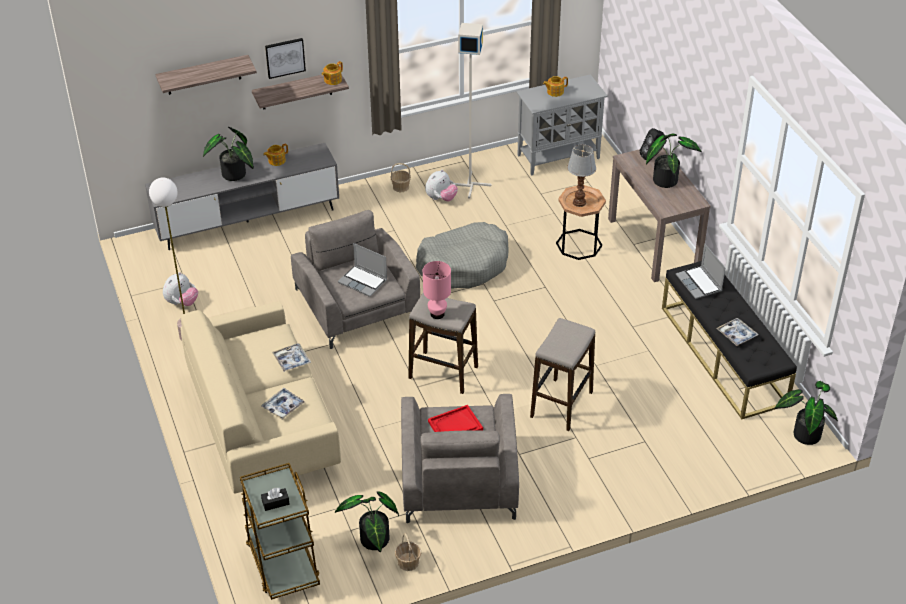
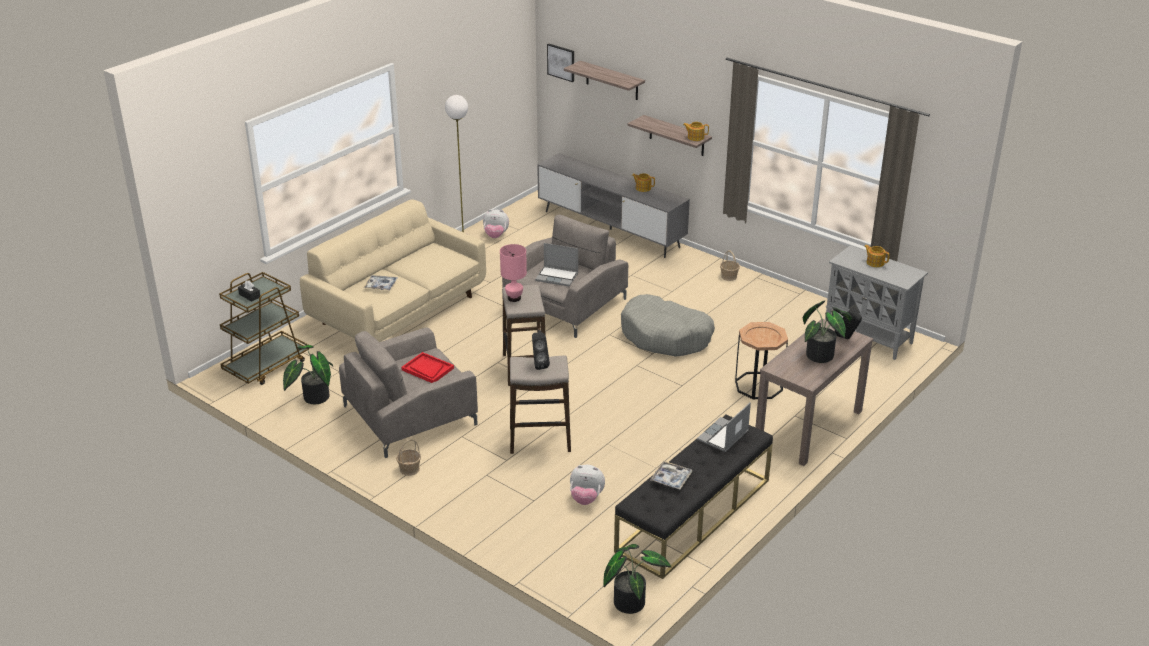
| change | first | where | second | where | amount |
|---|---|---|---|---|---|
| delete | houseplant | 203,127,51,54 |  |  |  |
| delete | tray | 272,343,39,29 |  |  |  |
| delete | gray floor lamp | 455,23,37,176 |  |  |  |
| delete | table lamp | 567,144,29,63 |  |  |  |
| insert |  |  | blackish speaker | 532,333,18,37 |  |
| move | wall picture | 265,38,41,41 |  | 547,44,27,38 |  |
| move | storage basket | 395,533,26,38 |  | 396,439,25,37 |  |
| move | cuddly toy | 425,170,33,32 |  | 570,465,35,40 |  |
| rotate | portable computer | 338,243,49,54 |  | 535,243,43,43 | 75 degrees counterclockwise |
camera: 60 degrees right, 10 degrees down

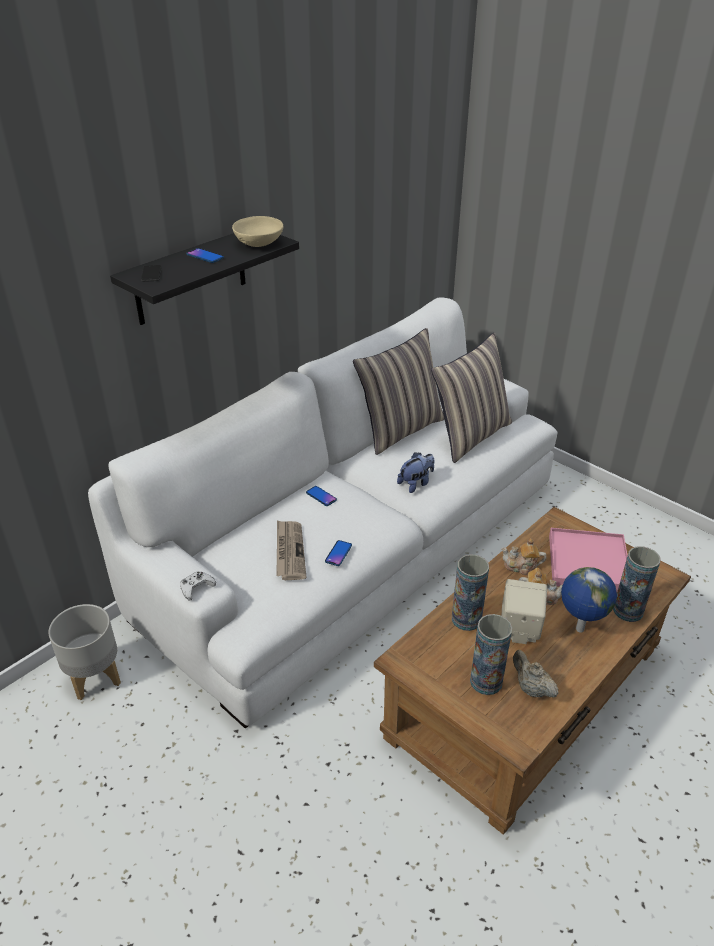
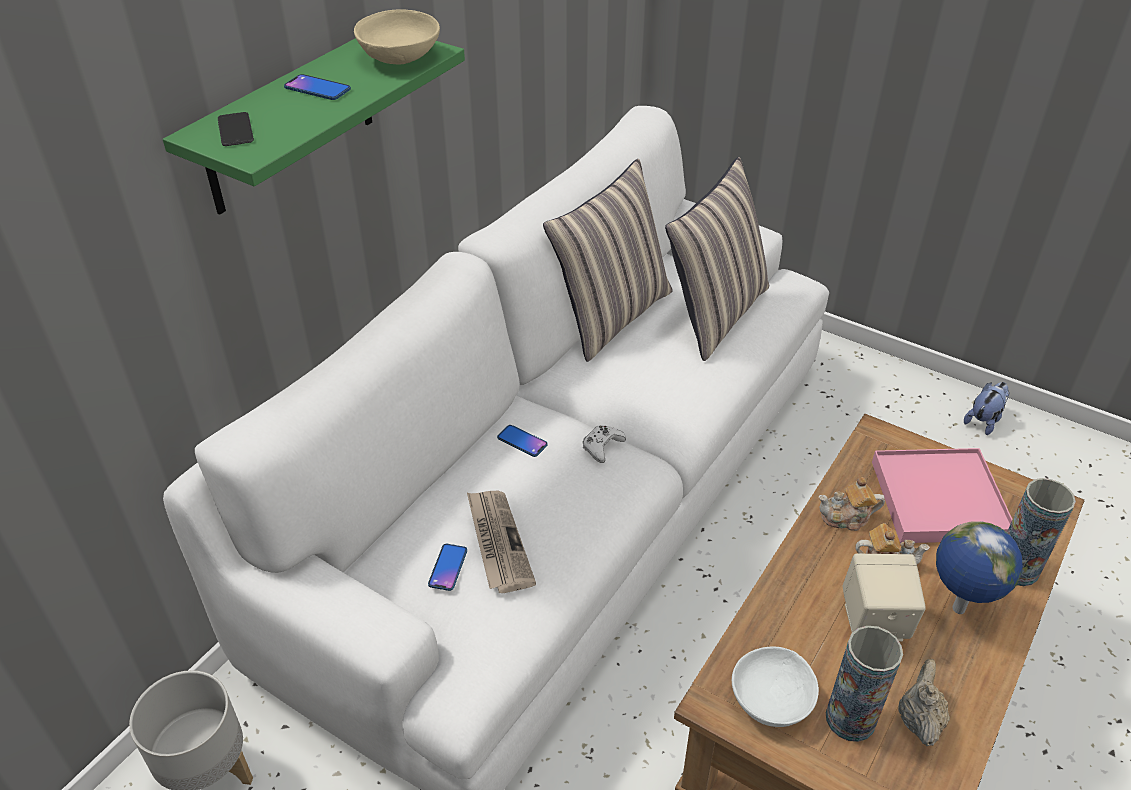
| change | first | where | second | where | amount |
|---|---|---|---|---|---|
| delete | vase | 452,554,37,77 |  |  |  |
| insert |  |  | white-coloured serving bowl | 732,647,87,80 |  |
| move | white-coloured game controller | 180,571,36,30 |  | 583,425,43,38 |  |
| move | phone | 325,540,27,26 |  | 428,544,39,47 |  |
| move | cuddly toy | 397,452,37,41 |  | 964,382,46,53 |  |
| recolor | blackish bracket shelf | 110,233,189,92 | green bracket shelf | 163,38,302,177 |  |
| rotate | beige-coloured teapot | 513,650,46,47 |  | 898,659,52,87 | 60 degrees clockwise |
camera: 10 degrees left, 5 degrees up

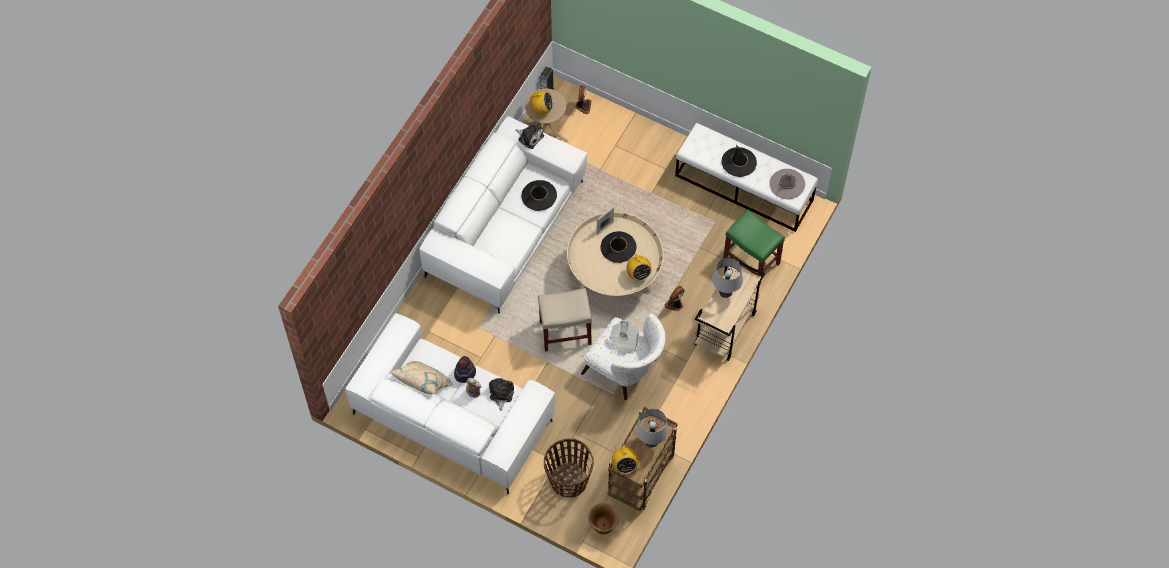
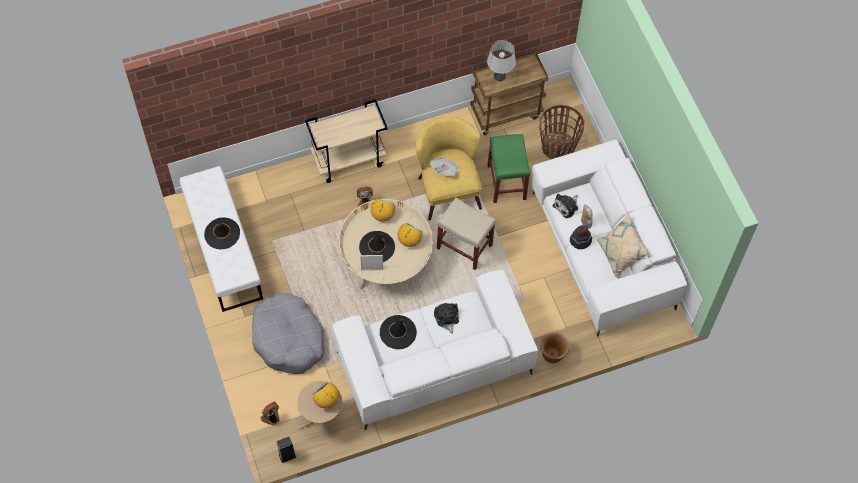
| change | first | where | second | where | amount |
|---|---|---|---|---|---|
| delete | gray table lamp | 712,258,31,40 |  |  |  |
| delete | gray hat | 769,169,36,30 |  |  |  |
| insert |  |  | gray dog cushion | 252,292,73,82 |  |
| move | cuddly toy | 515,123,29,26 |  | 434,303,25,31 |  |
| move | brownish planter | 588,503,31,32 |  | 540,332,29,31 |  |
| move | radio receiver | 612,444,27,30 |  | 398,223,24,24 |  |
| move | green stool | 723,210,62,74 |  | 487,134,43,69 |  |
| recolor | white-coloured lounge chair | 581,313,85,87 | yellow lounge chair | 416,117,66,103 |  |
camera: 140 degrees left, 0 degrees up

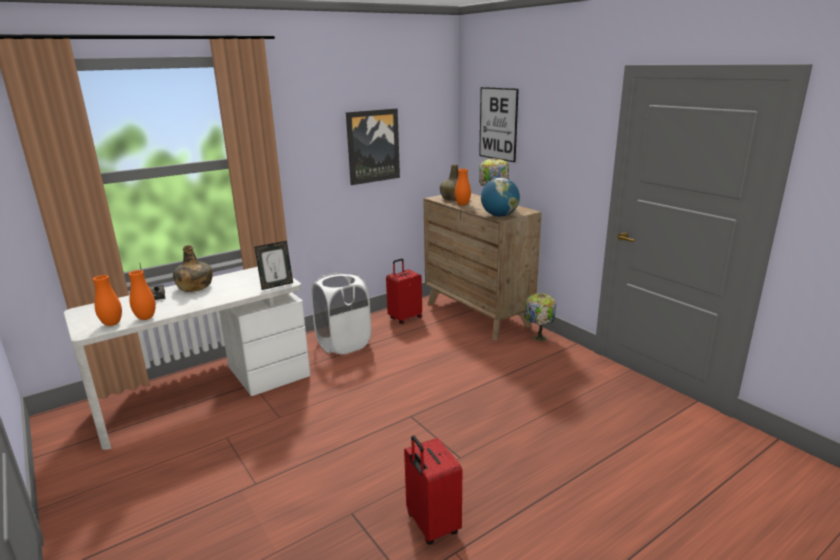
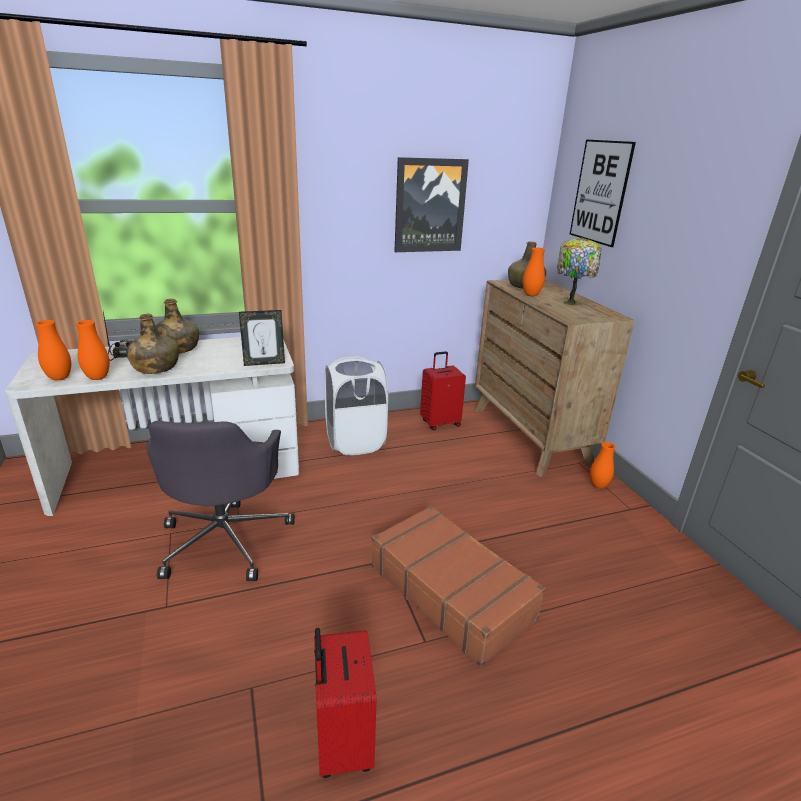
| change | first | where | second | where | amount |
|---|---|---|---|---|---|
| delete | desk globe | 481,178,39,39 |  |  |  |
| insert |  |  | green bottle | 126,314,53,60 |  |
| insert |  |  | gray desk chair | 146,421,149,160 |  |
| insert |  |  | brownish travel case | 371,506,175,161 |  |
| replace | table lamp | 524,293,32,49 | orange vase | 590,442,25,46 |  |
camera: 15 degrees right, 5 degrees up

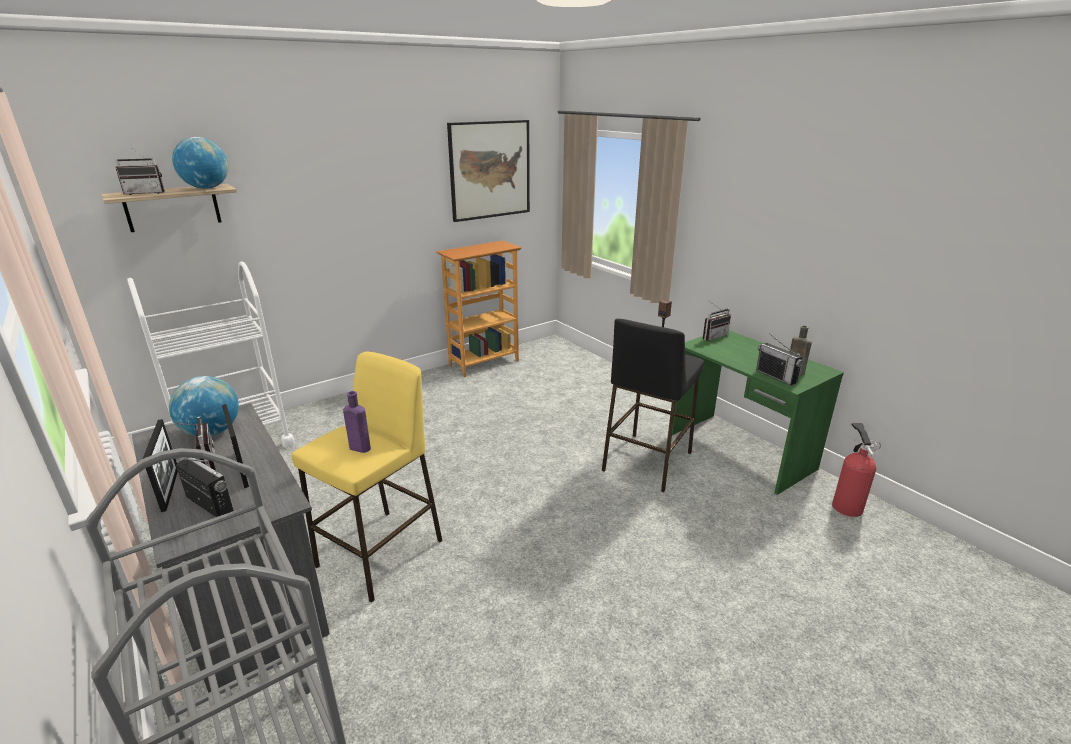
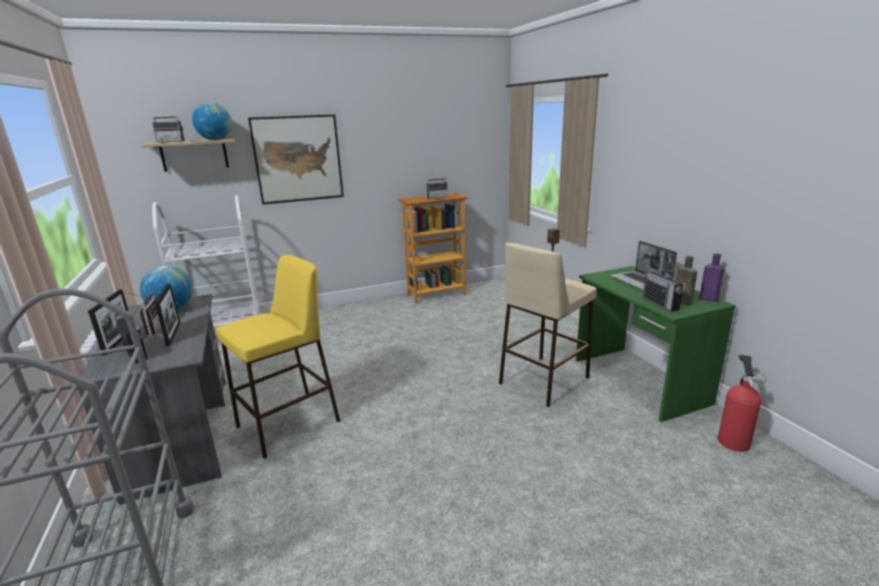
| change | first | where | second | where | amount |
|---|---|---|---|---|---|
| insert |  |  | portable computer | 610,241,67,49 |  |
| move | purplish bottle | 343,391,28,62 |  | 699,253,25,49 |  |
| move | wall picture | 447,120,83,102 |  | 248,114,96,91 |  |
| move | radio receiver | 703,302,28,39 |  | 427,173,21,27 |  |
| recolor | blackish stool | 602,319,102,173 | beige-coloured stool | 499,243,98,164 |  |
camera: 15 degrees right, 5 degrees down

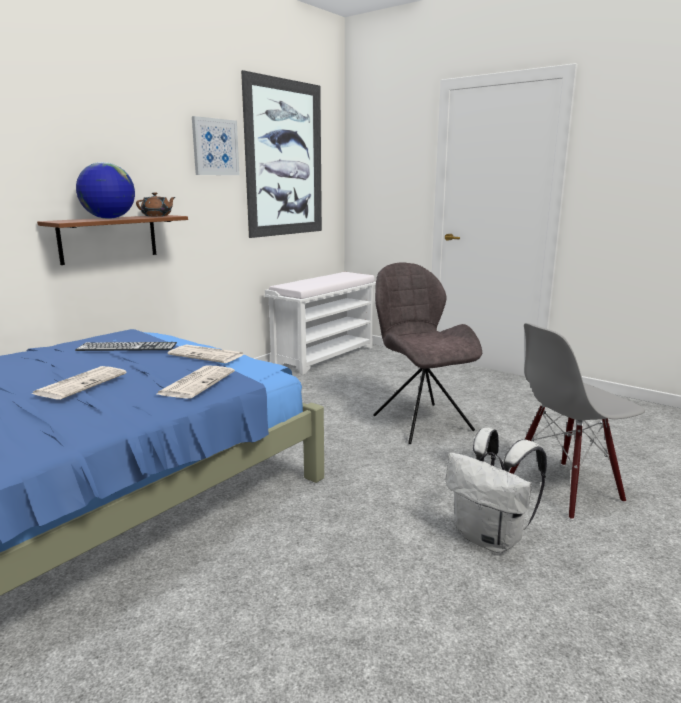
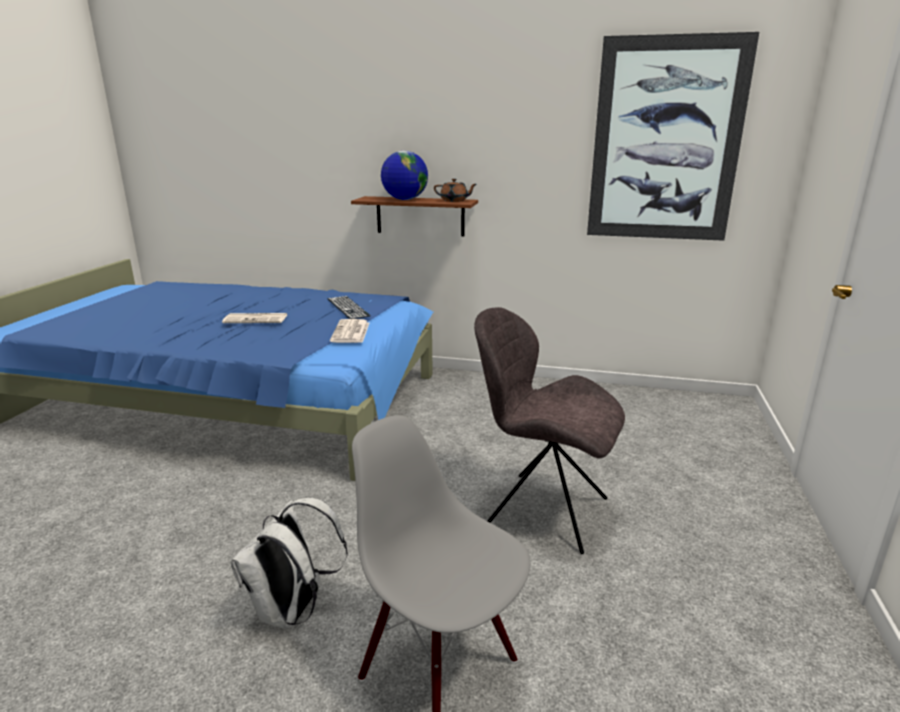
| change | first | where | second | where | amount |
|---|---|---|---|---|---|
| delete | newspaper | 157,365,78,34 |  |  |  |
| delete | wall picture | 192,116,47,59 |  |  |  |
| delete | white-coloured long seat | 265,272,111,103 |  |  |  |
| rotate | gray chair | 373,262,109,182 |  | 474,307,151,247 | 105 degrees counterclockwise |
camera: 65 degrees right, 5 degrees up

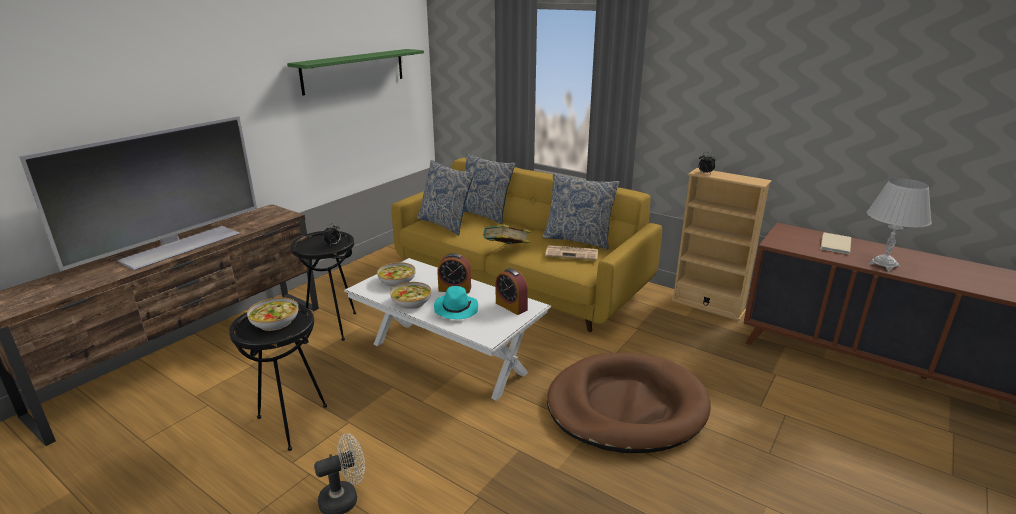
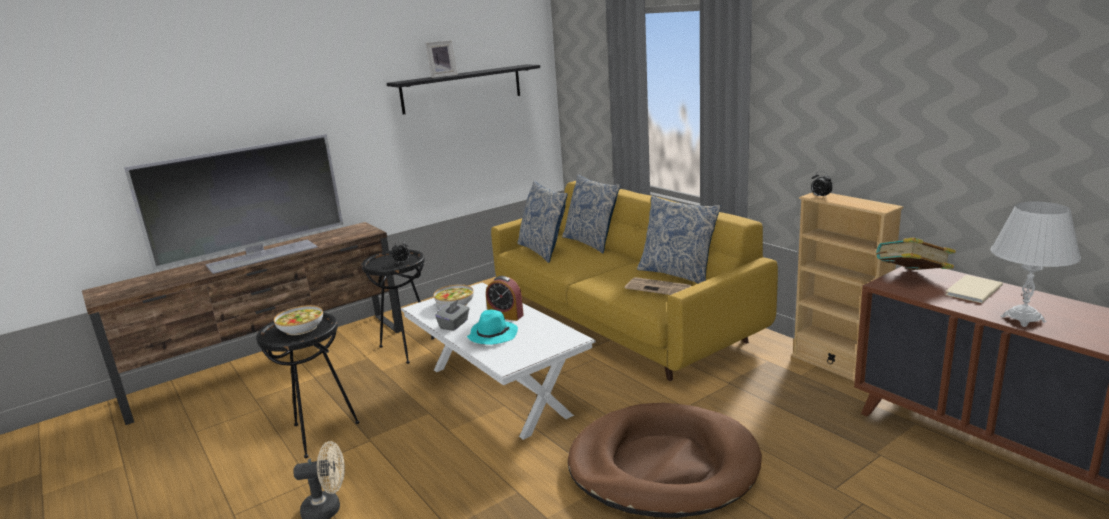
| change | first | where | second | where | amount |
|---|---|---|---|---|---|
| delete | bedside clock | 496,268,32,47 |  |  |  |
| insert |  |  | picture frame | 425,40,33,38 |  |
| move | book | 482,224,49,20 |  | 876,237,79,33 |  |
| replace | serving bowl | 390,282,41,27 | gray box of tissues | 435,300,35,31 |  |
| recolor | green bracket shelf | 287,49,137,47 | blackish bracket shelf | 387,64,153,50 |  |
camera: 20 degrees right, 5 degrees down

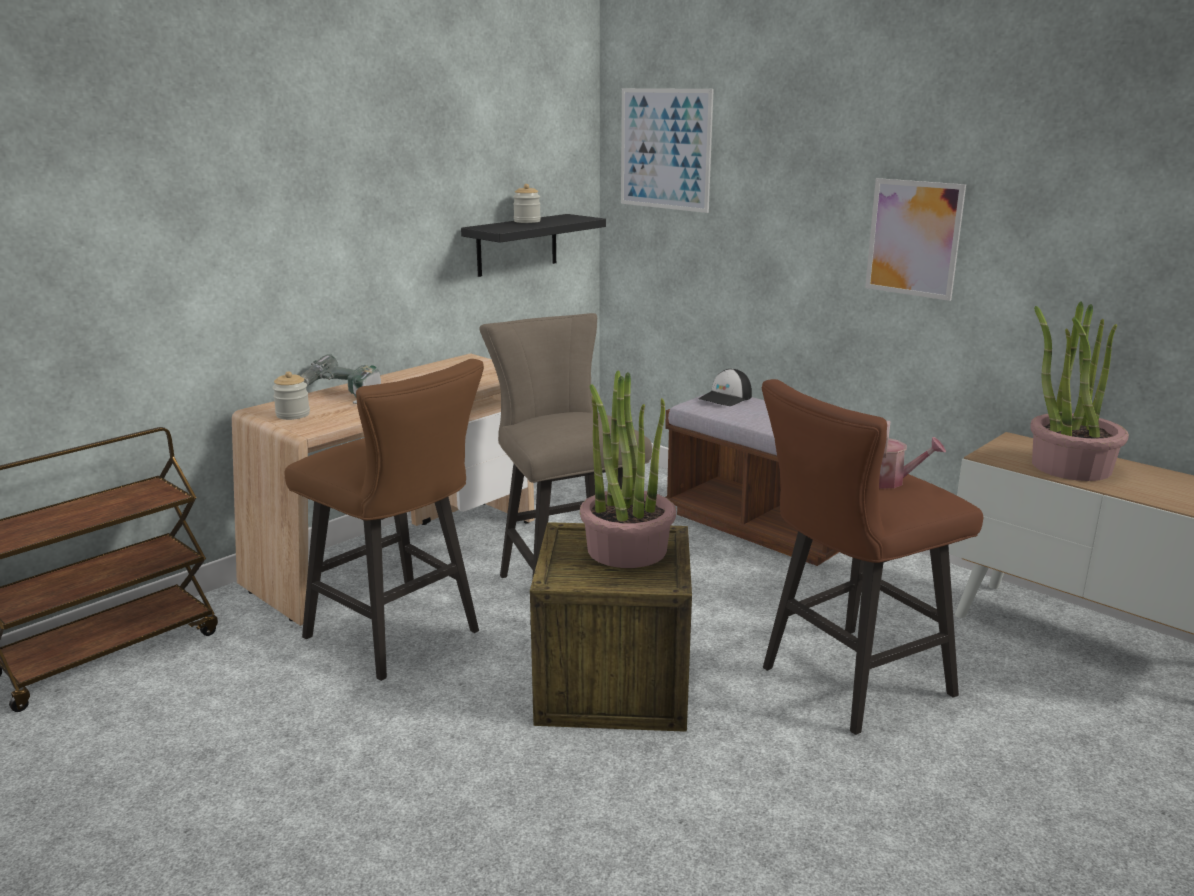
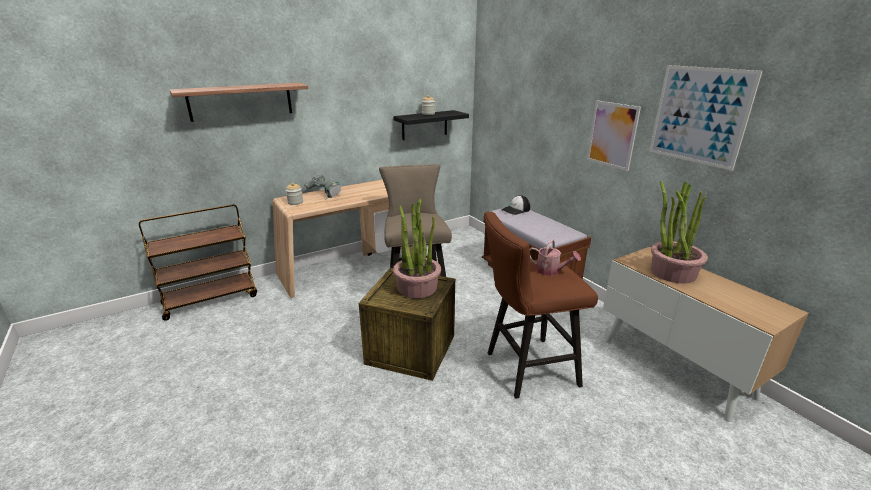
| change | first | where | second | where | amount |
|---|---|---|---|---|---|
| delete | brownish stool | 284,359,200,322 |  |  |  |
| insert |  |  | bracket shelf | 169,83,139,39 |  |
| move | wall picture | 621,88,93,125 |  | 649,65,113,106 |  |
camera: 15 degrees right, 5 degrees up

